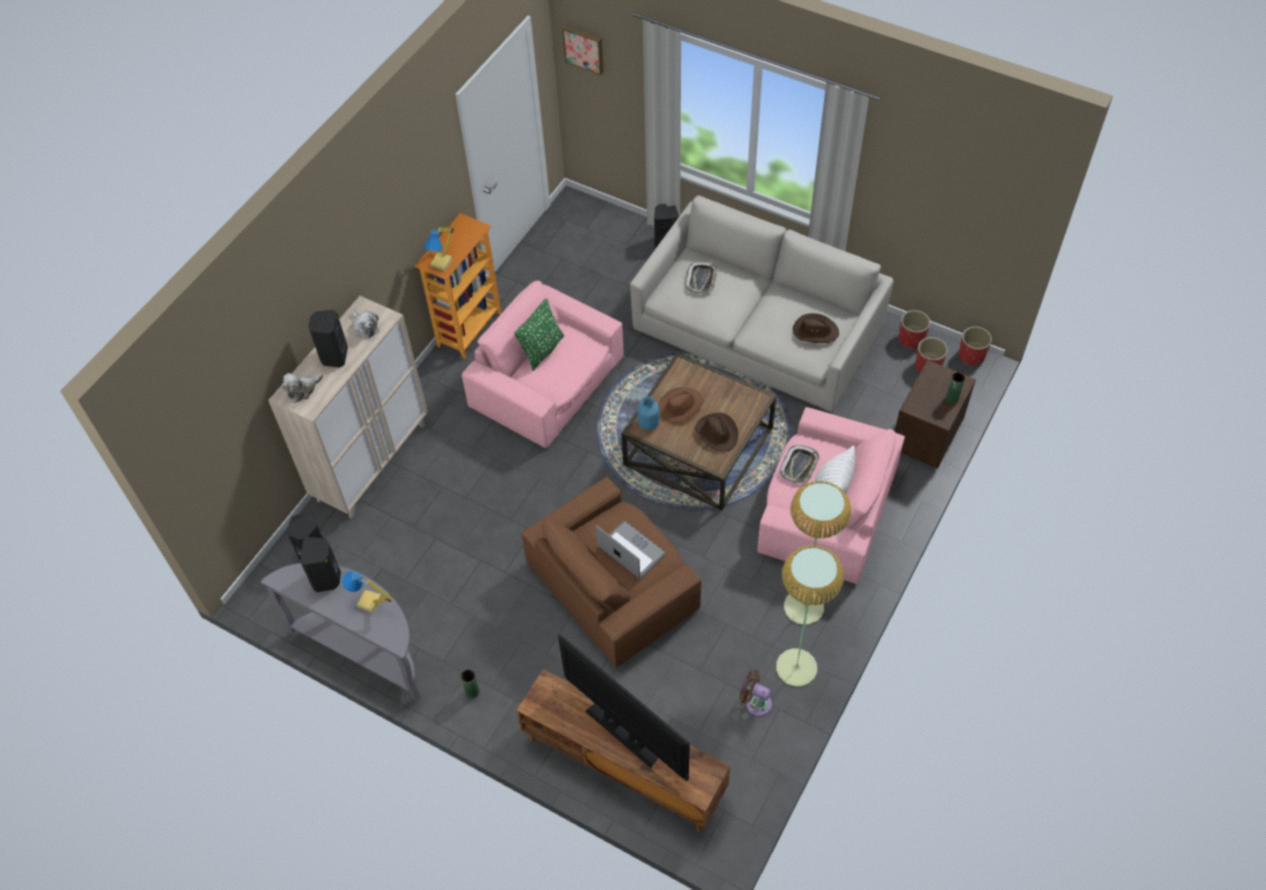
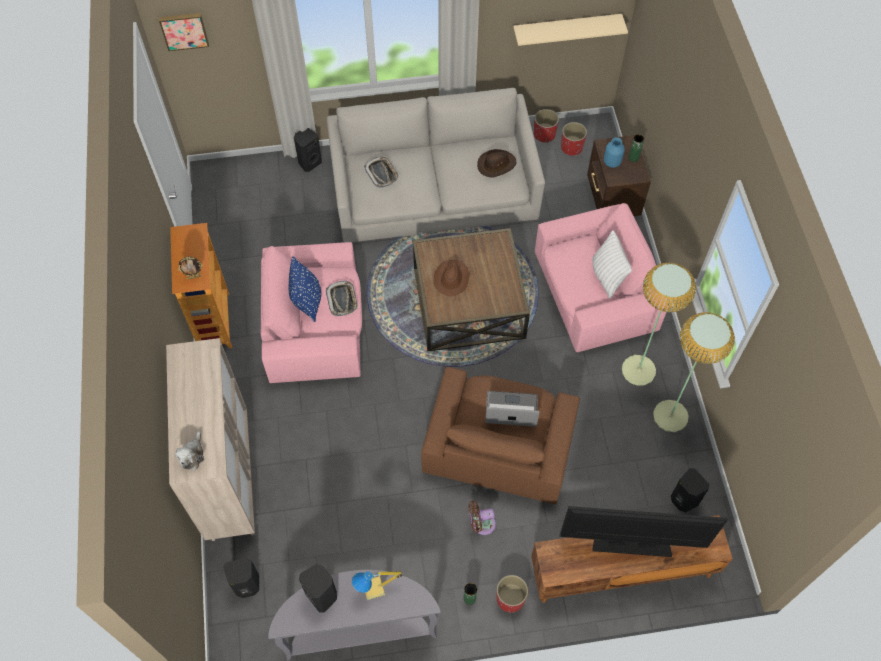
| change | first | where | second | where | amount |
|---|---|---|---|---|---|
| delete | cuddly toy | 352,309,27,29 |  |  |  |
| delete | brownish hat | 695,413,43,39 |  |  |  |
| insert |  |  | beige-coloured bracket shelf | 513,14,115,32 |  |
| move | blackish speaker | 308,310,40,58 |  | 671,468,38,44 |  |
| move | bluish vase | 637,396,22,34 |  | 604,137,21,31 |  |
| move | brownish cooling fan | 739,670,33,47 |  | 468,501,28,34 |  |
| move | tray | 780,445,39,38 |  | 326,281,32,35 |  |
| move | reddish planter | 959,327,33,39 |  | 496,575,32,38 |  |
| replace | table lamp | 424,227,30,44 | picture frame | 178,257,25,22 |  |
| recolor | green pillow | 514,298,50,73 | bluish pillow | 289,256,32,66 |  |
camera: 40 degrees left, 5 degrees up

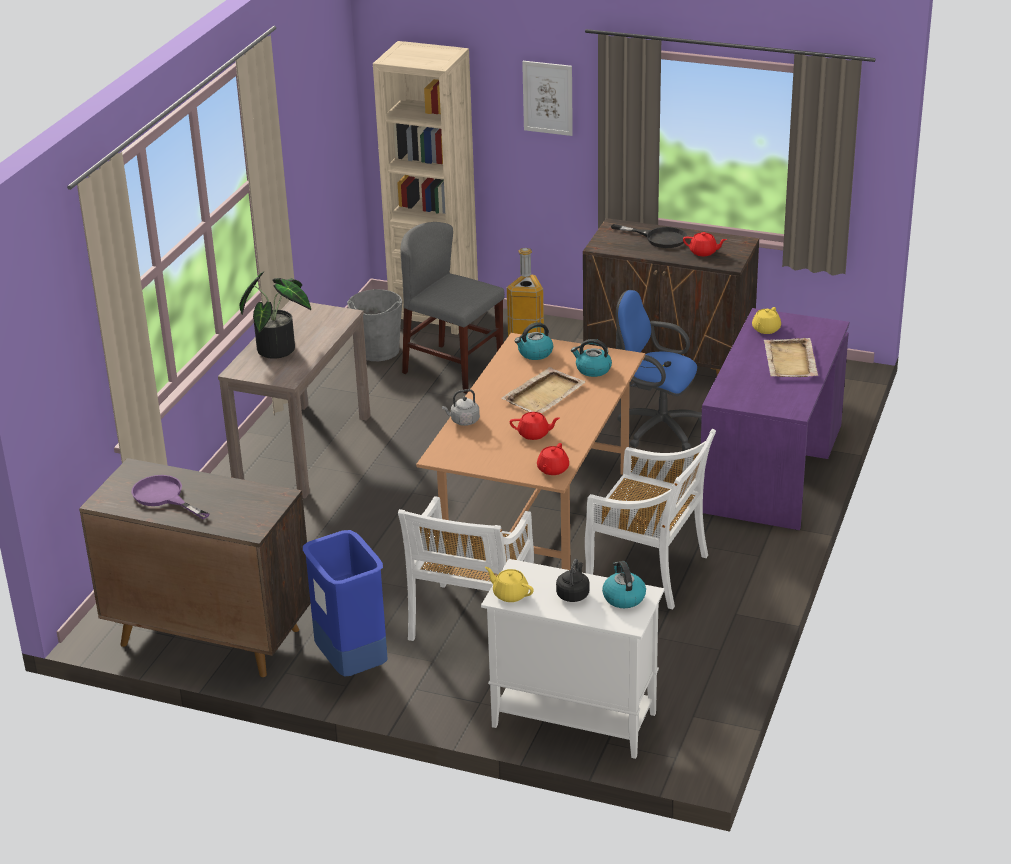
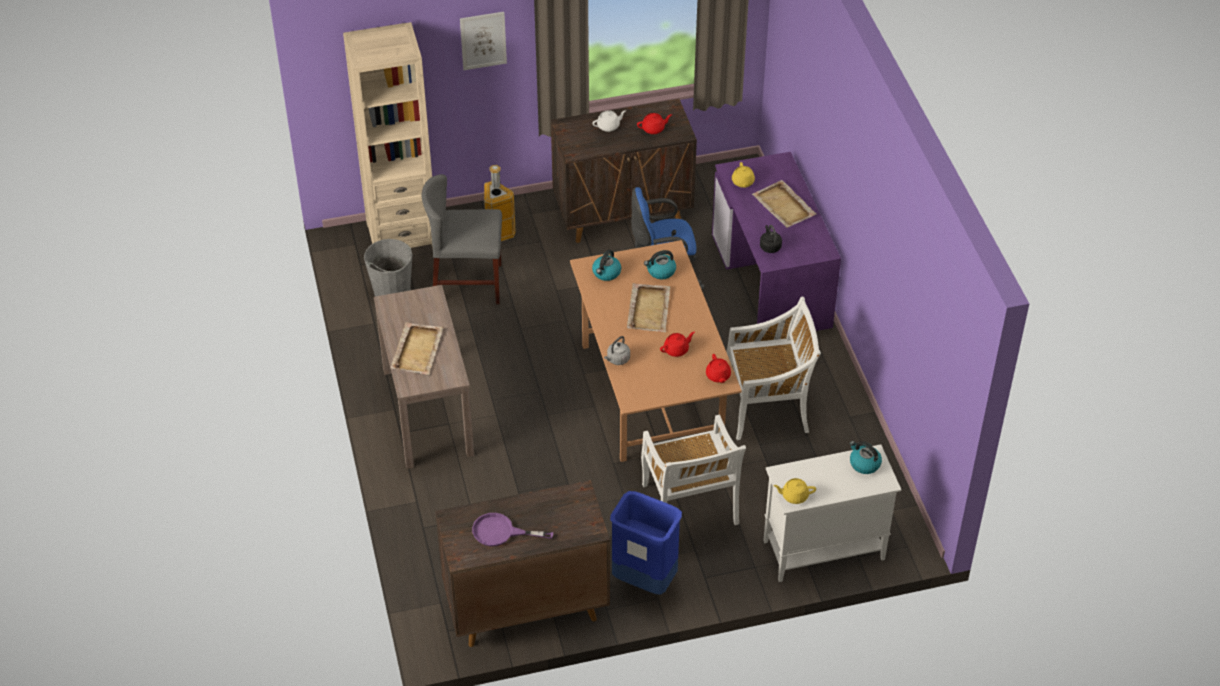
| change | first | where | second | where | amount |
|---|---|---|---|---|---|
| move | blackish tea kettle | 556,559,33,43 |  | 760,225,22,28 |  |
| replace | houseplant | 239,271,72,88 | beige-coloured tray | 391,322,52,53 |  |
| replace | blackish pan | 611,224,76,24 | white-coloured teapot | 593,110,33,22 |  |
camera: 35 degrees left, 15 degrees up

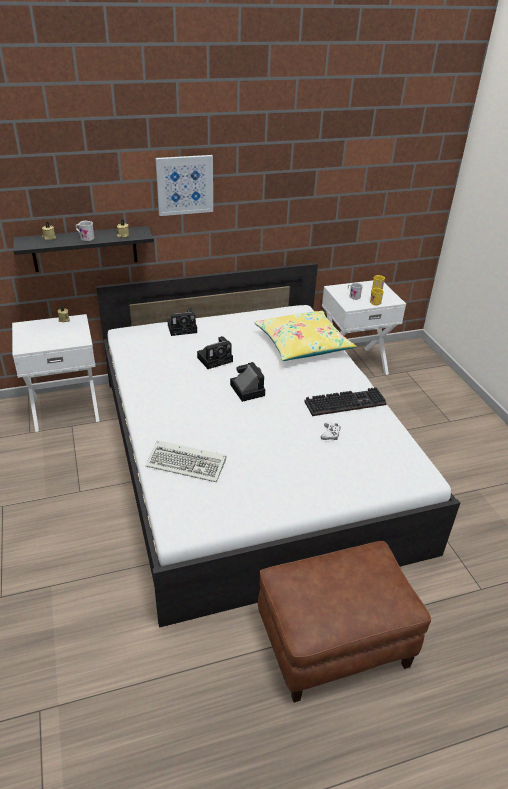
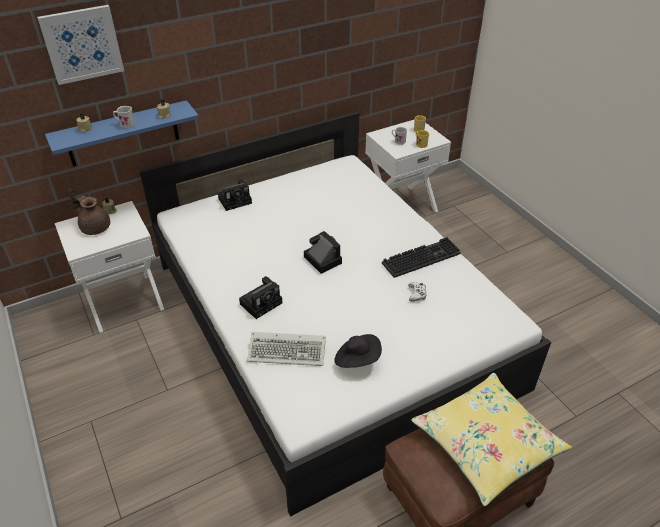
| change | first | where | second | where | amount |
|---|---|---|---|---|---|
| insert |  |  | brownish teapot | 68,187,42,48 |  |
| insert |  |  | blackish hat | 334,334,48,34 |  |
| move | wall picture | 155,155,58,61 |  | 37,5,87,80 |  |
| move | still camera | 197,336,36,33 |  | 239,276,43,43 |  |
| move | yellow pillow | 254,311,103,50 |  | 411,373,161,133 |  |
| recolor | blackish bracket shelf | 13,226,141,46 | bluish bracket shelf | 45,100,154,66 |  |
camera: 10 degrees left, 5 degrees up

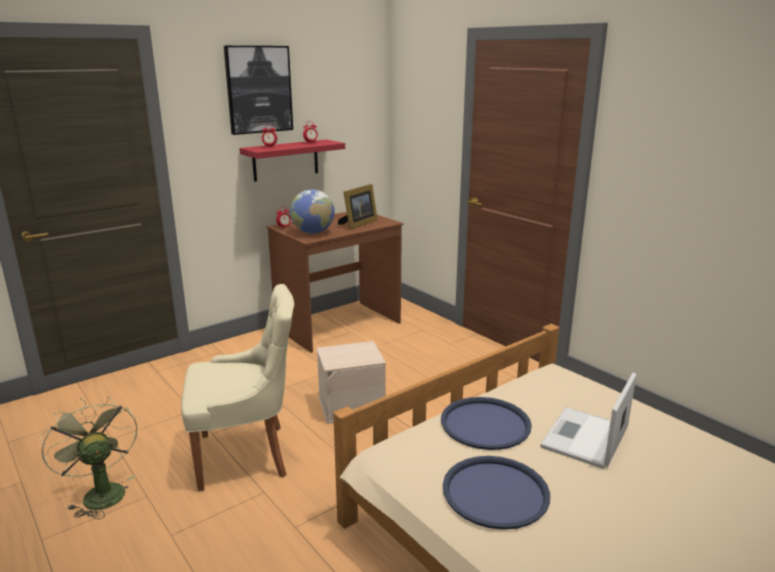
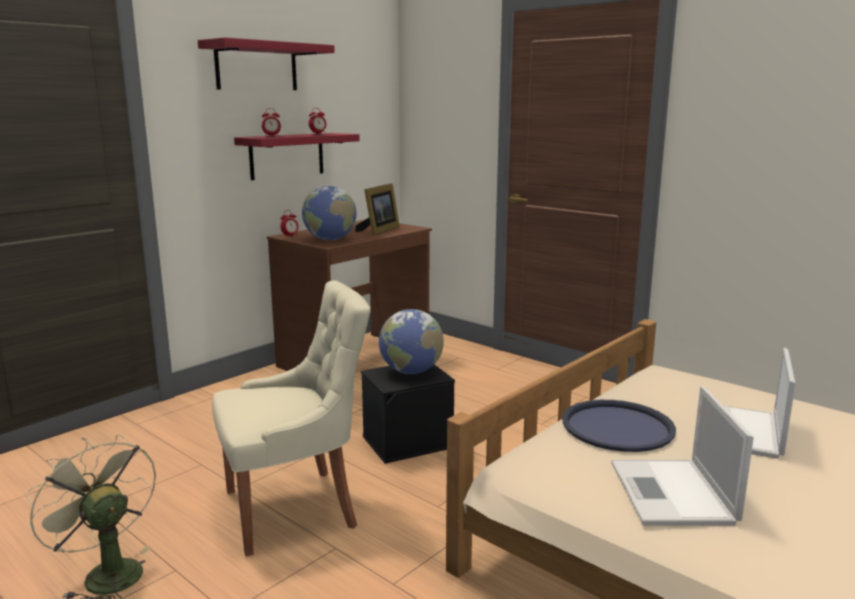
| change | first | where | second | where | amount |
|---|---|---|---|---|---|
| insert |  |  | desk globe | 379,309,65,65 |  |
| replace | wall picture | 224,46,69,89 | reddish bracket shelf | 198,37,137,53 |  |
| replace | bluish tray | 443,456,107,74 | portable computer | 611,386,143,140 |  |
| recolor | beige-coloured storage container | 316,341,70,83 | blackish storage container | 361,364,94,100 |  |
camera: 10 degrees left, 5 degrees down

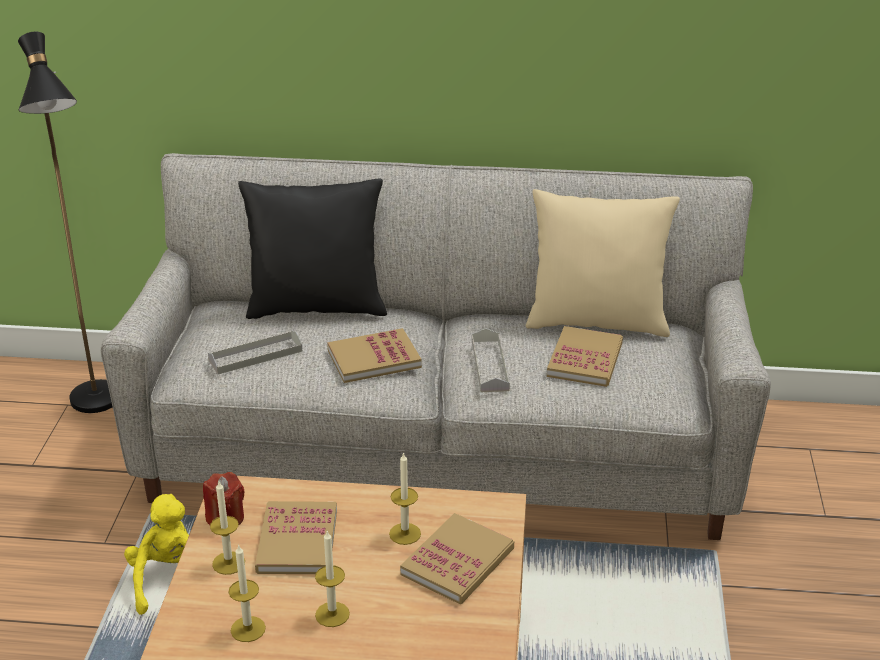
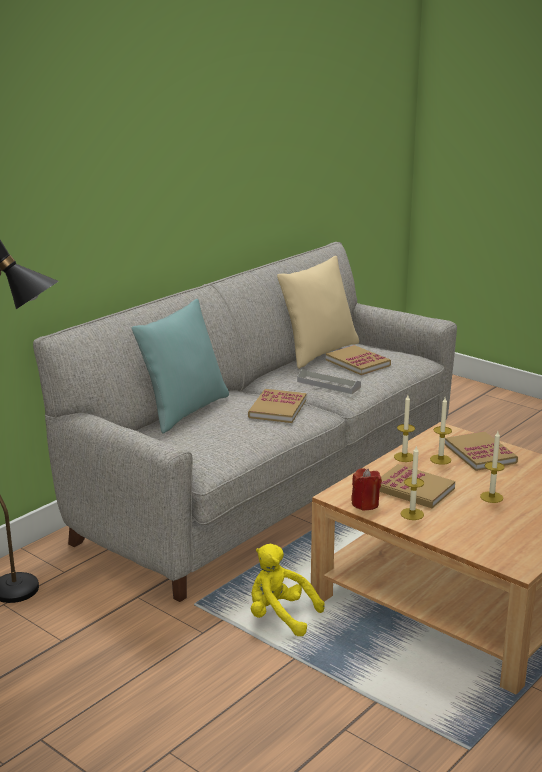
| change | first | where | second | where | amount |
|---|---|---|---|---|---|
| delete | gray tray | 208,330,95,45 |  |  |  |
| move | wax light | 228,544,38,98 |  | 394,395,21,67 |  |
| recolor | blackish pillow | 238,178,149,141 | blue-green pillow | 132,299,97,134 |  |
camera: 55 degrees left, 10 degrees down

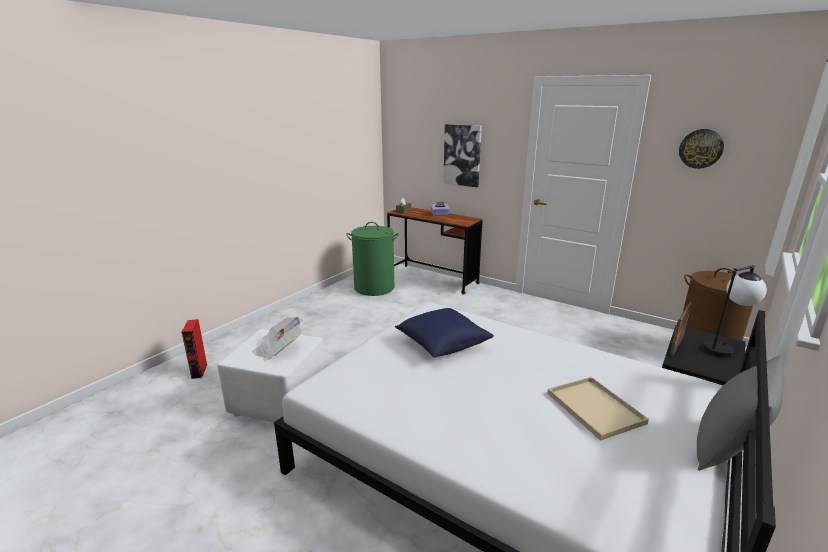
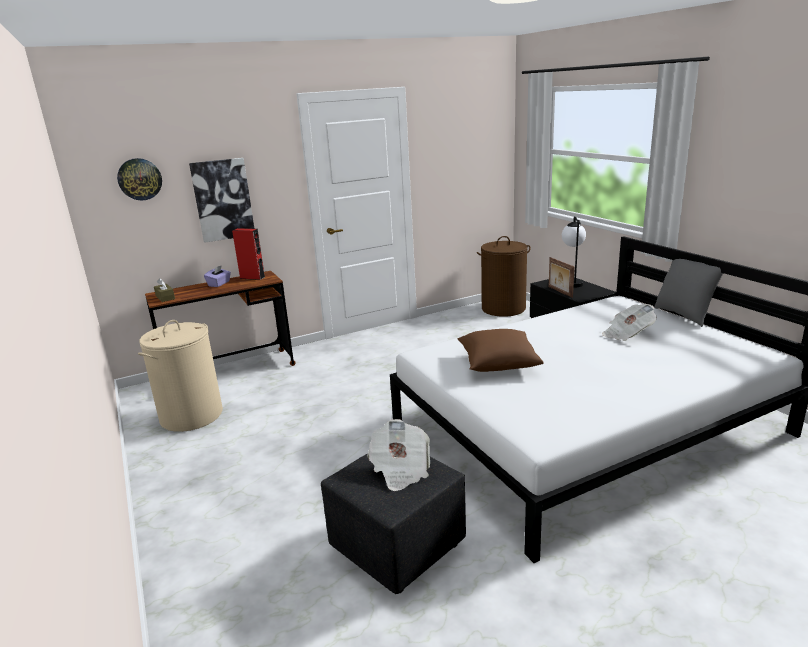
| change | first | where | second | where | amount |
|---|---|---|---|---|---|
| move | reddish speaker | 182,319,25,60 |  | 232,228,33,52 |  |
| move | clock on the wall | 679,129,45,40 |  | 117,158,45,43 |  |
| replace | beige-coloured tray | 547,377,102,64 | newspaper | 602,304,55,37 |  |
| recolor | white-coloured ottoman | 217,329,108,93 | blackish ottoman | 321,453,145,141 |  |
| recolor | green laundry basket | 346,222,53,74 | beige-coloured laundry basket | 138,320,85,112 |  |
| recolor | bluish pillow | 395,308,99,50 | brownish pillow | 458,329,86,43 |  |
camera: 60 degrees left, 0 degrees up

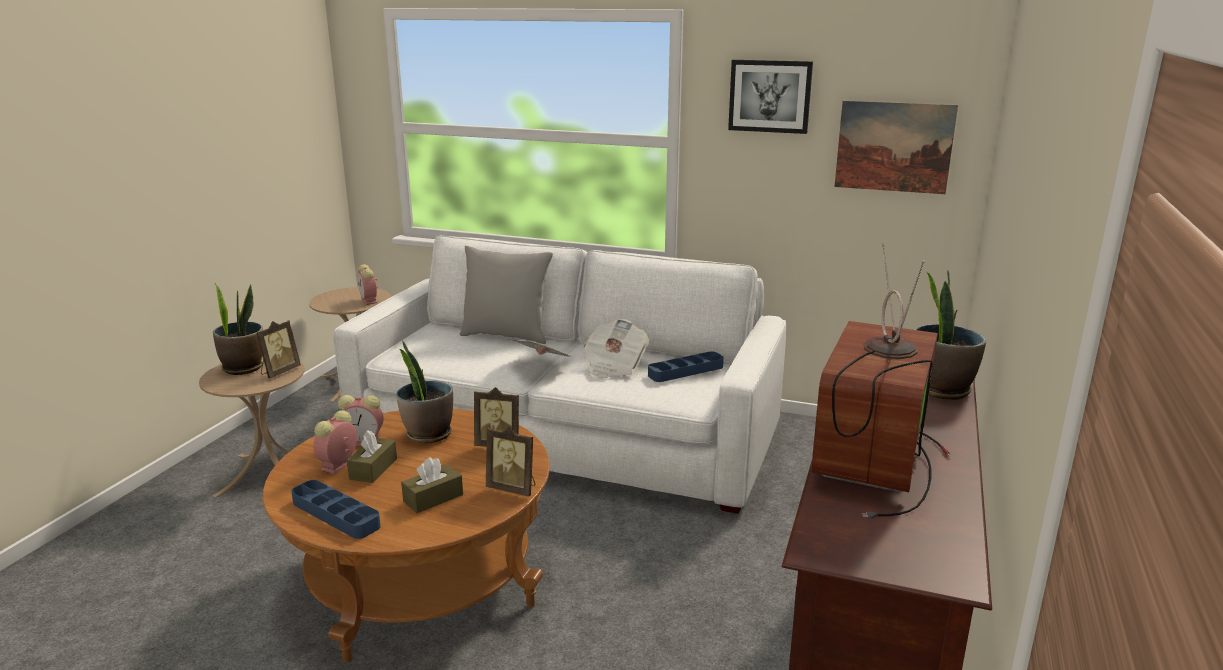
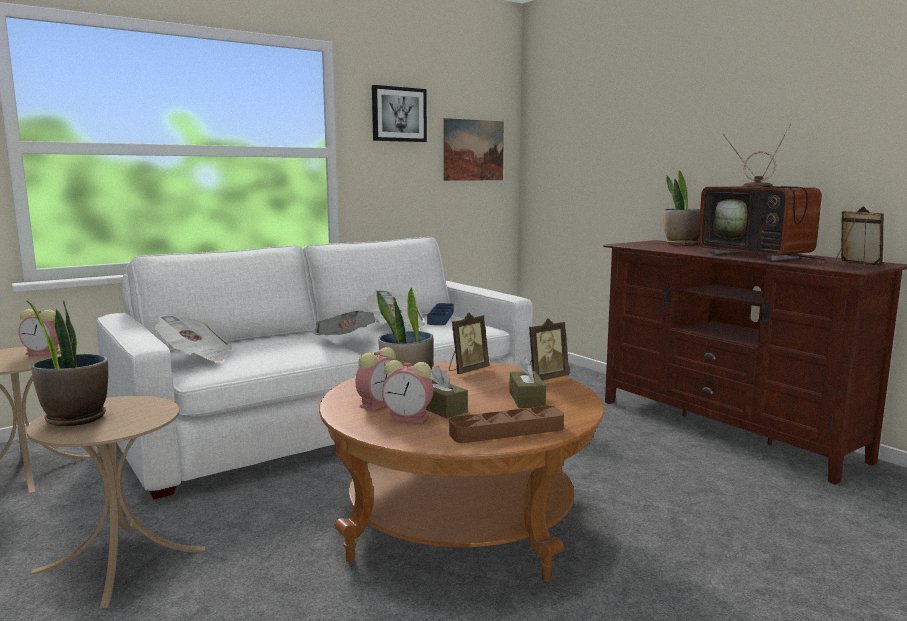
| change | first | where | second | where | amount |
|---|---|---|---|---|---|
| delete | gray pillow | 460,246,93,98 |  |  |  |
| insert |  |  | newspaper | 155,315,77,47 |  |
| move | picture frame | 256,320,45,58 |  | 834,206,50,62 |  |
| recolor | bluish tray | 291,480,90,59 | brownish tray | 449,406,115,37 |  |
| rotate | bedside clock | 313,410,44,64 |  | 382,360,51,63 | 45 degrees counterclockwise |
camera: 55 degrees left, 10 degrees down

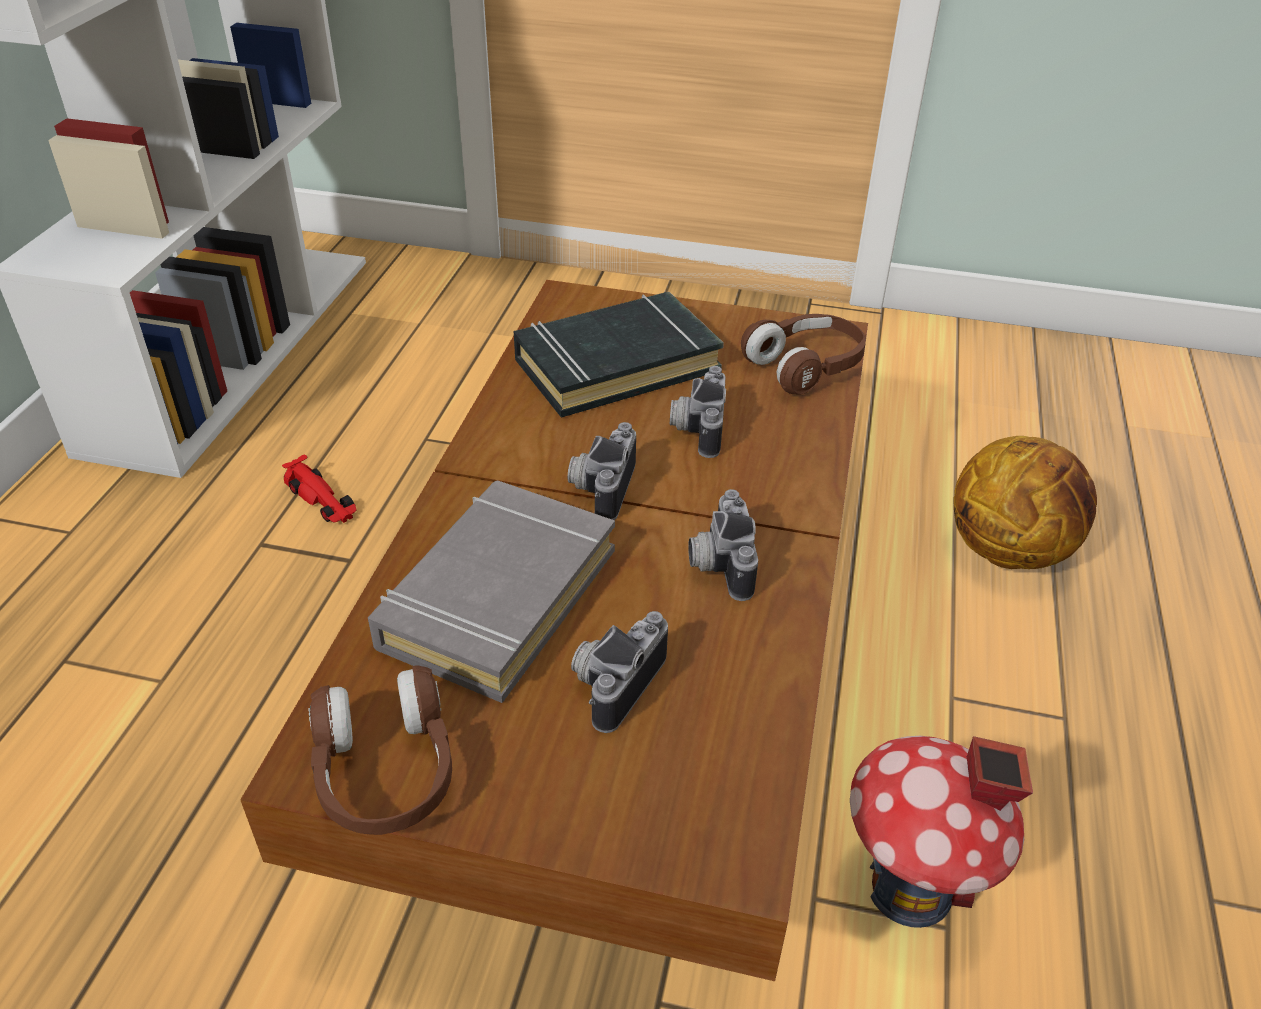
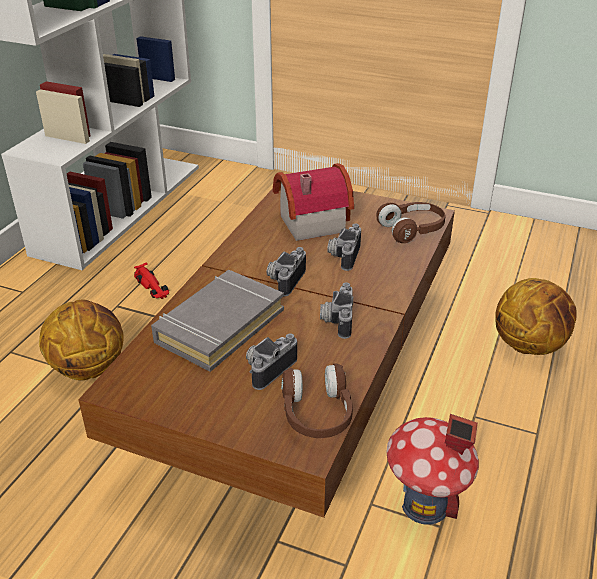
| change | first | where | second | where | amount |
|---|---|---|---|---|---|
| insert |  |  | basketball | 39,300,85,80 |  |
| move | brownish headphones | 308,665,144,170 |  | 281,363,72,75 |  |
| replace | blackish book | 514,292,210,126 | miniature house | 273,163,81,78 |  |
camera: 10 degrees right, 5 degrees down

